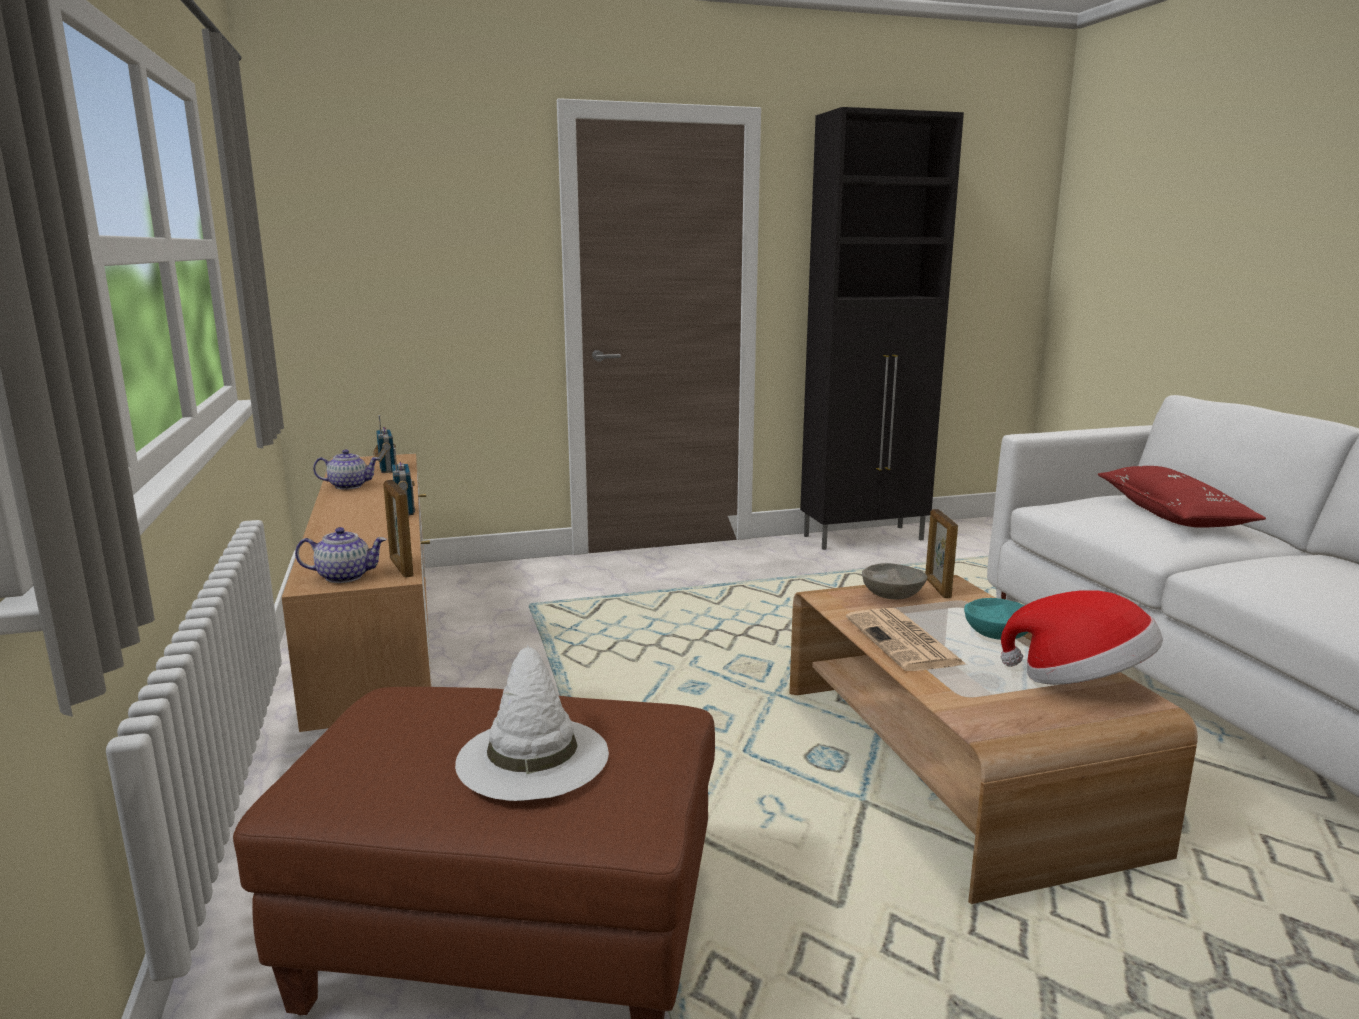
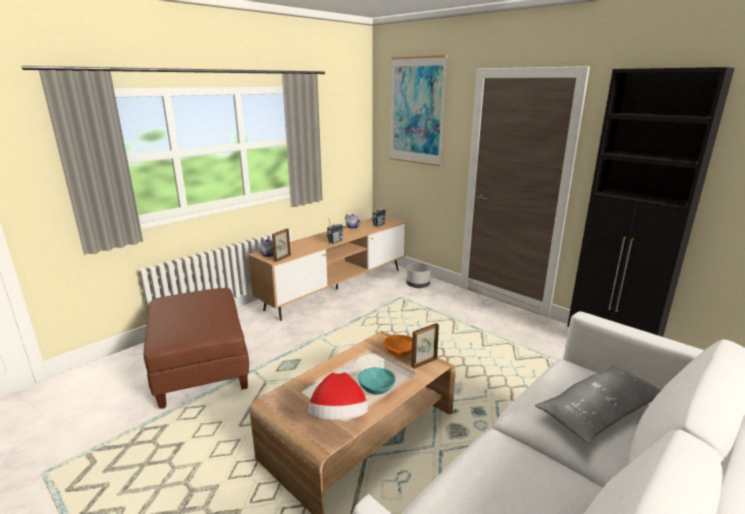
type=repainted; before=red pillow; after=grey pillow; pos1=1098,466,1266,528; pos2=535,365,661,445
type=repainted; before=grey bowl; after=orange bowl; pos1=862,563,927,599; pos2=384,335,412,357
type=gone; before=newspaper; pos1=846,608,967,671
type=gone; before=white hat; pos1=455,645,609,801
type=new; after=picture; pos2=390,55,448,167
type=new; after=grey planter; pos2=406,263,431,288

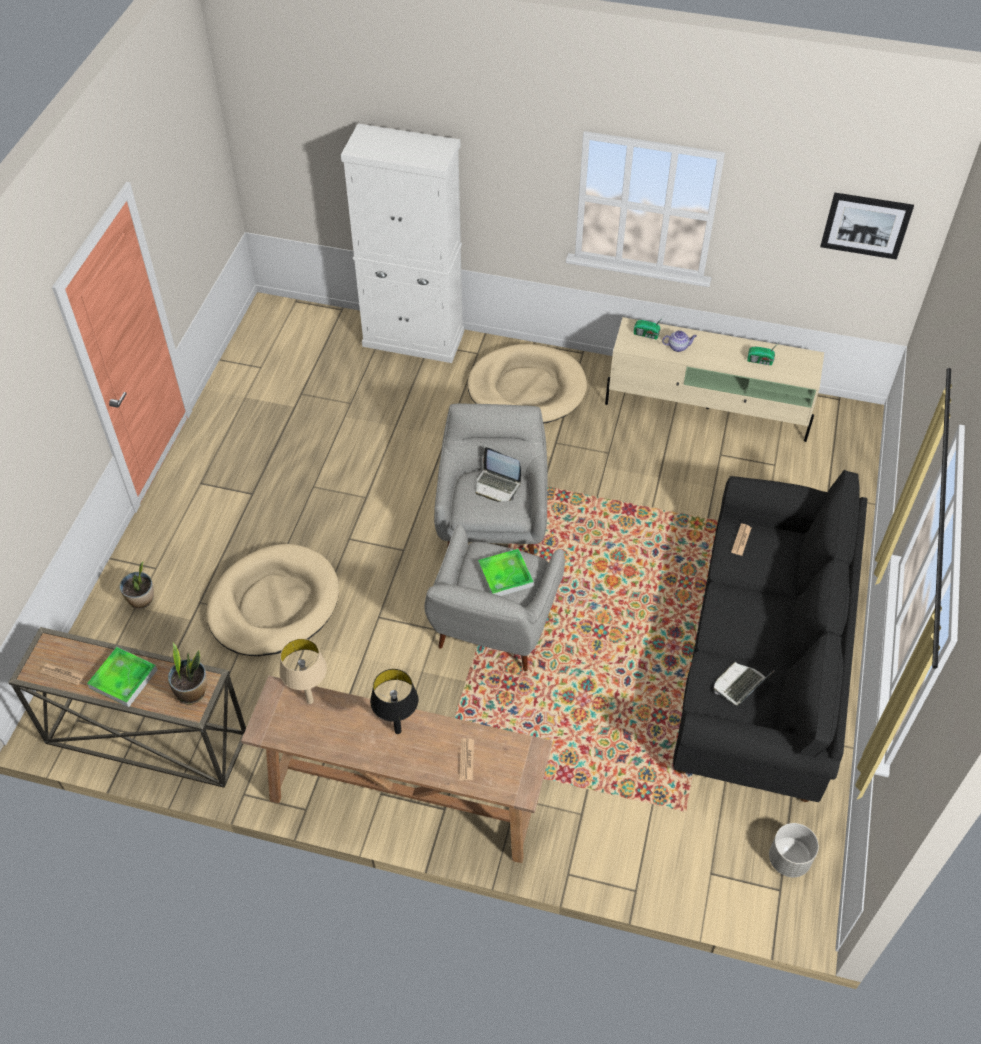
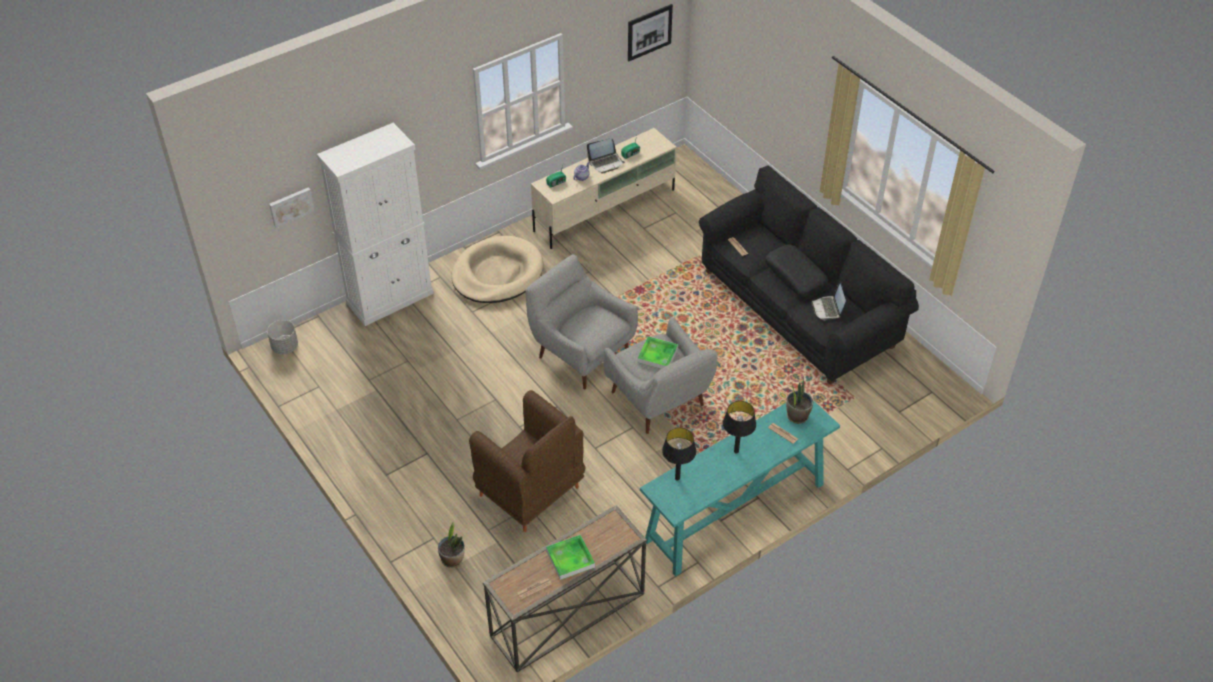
type=shifted; before=laptop; pos1=475,447,521,502; pos2=587,138,625,173
type=swapped; before=beige dog bed; after=brown armchair; pos1=206,544,339,656; pos2=469,390,585,532
type=repainted; before=beige table lamp; after=black table lamp; pos1=279,638,327,704; pos2=662,428,696,481
type=shifted; before=potted plant; pos1=168,643,207,705; pos2=786,378,813,424
type=repainted; before=brown console table; after=turquoise console table; pos1=241,676,553,863; pos2=640,400,840,576
type=shifted; before=grey planter; pos1=769,823,819,877; pos2=267,320,298,354
type=new; after=picture; pos2=269,187,315,228
type=new; after=black pillow; pos2=765,244,828,297

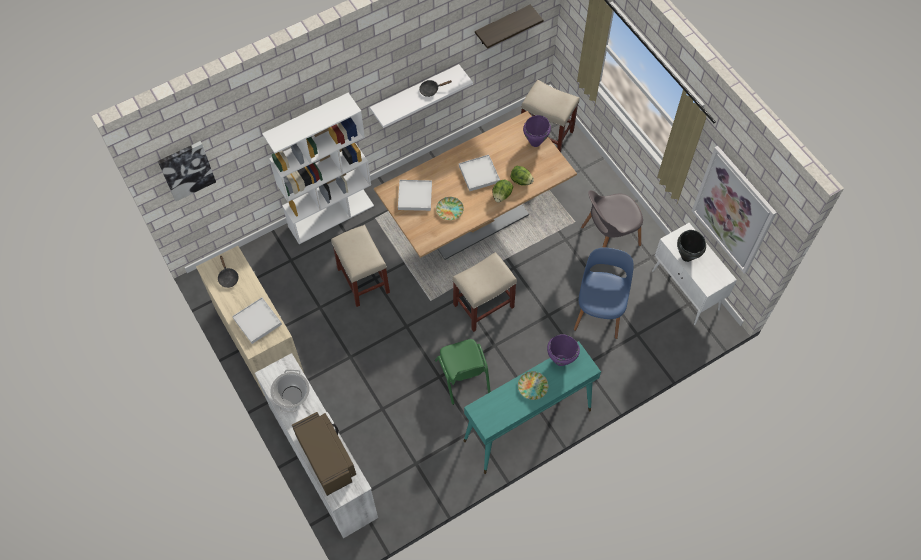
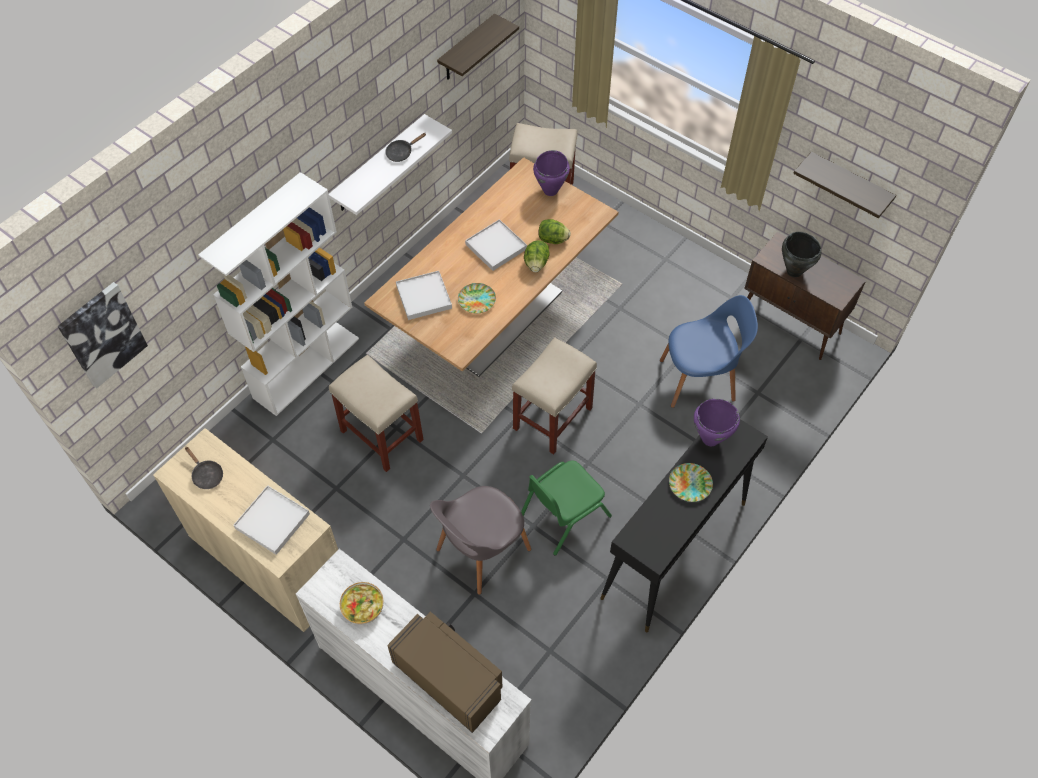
type=swapped; before=picture; after=shelf; pos1=692,146,777,274; pos2=793,152,896,218
type=shifted; before=grey chair; pos1=581,190,643,248; pos2=430,486,531,595
type=repainted; before=white cabinet; after=brown cabinet; pos1=652,223,737,325; pos2=744,232,866,360
type=rotated; before=blue chair; pos1=574,248,634,339; pos2=660,295,758,408; turn=90
type=rotated; before=green chair; pos1=435,339,491,405; pos2=521,460,612,556; turn=90
type=repainted; before=turquoise console table; after=black console table; pos1=464,341,601,474; pos2=600,419,768,632
type=swapped; before=cooking pot; after=bowl; pos1=270,370,310,412; pos2=340,582,384,624

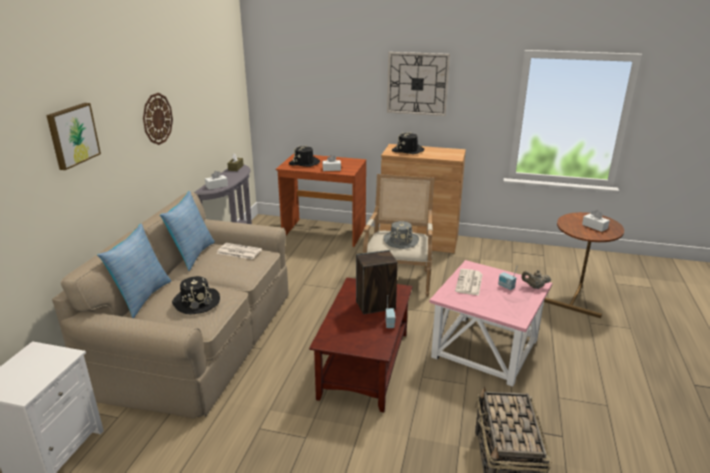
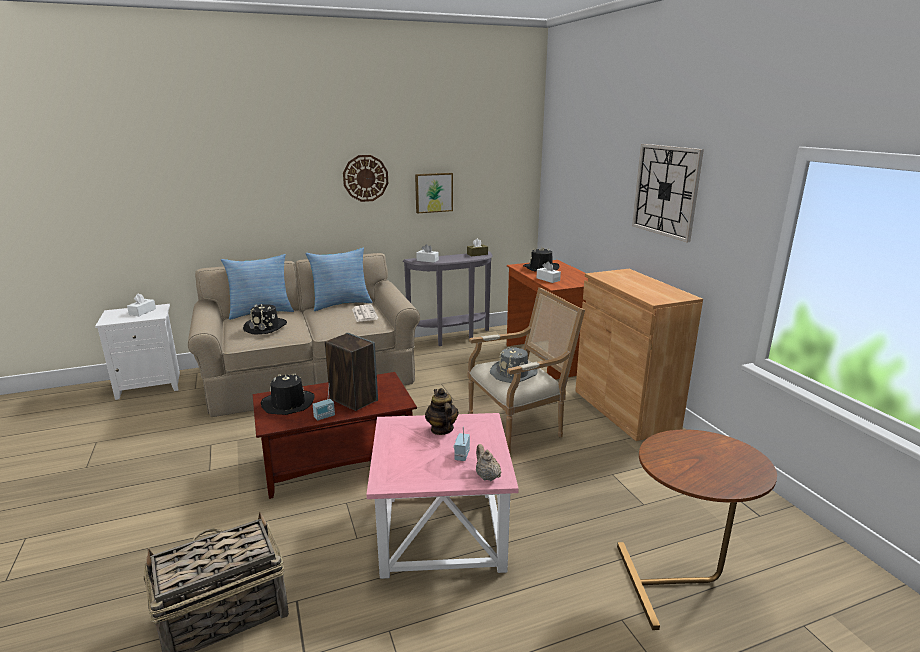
type=shifted; before=picture; pos1=46,103,101,170; pos2=415,173,453,213
type=shifted; before=black hat; pos1=392,132,424,154; pos2=261,373,315,415
type=shifted; before=white tissue box; pos1=582,210,610,232; pos2=127,293,156,316
type=swapped; before=newspaper; after=teapot; pos1=455,269,483,296; pos2=425,388,458,435

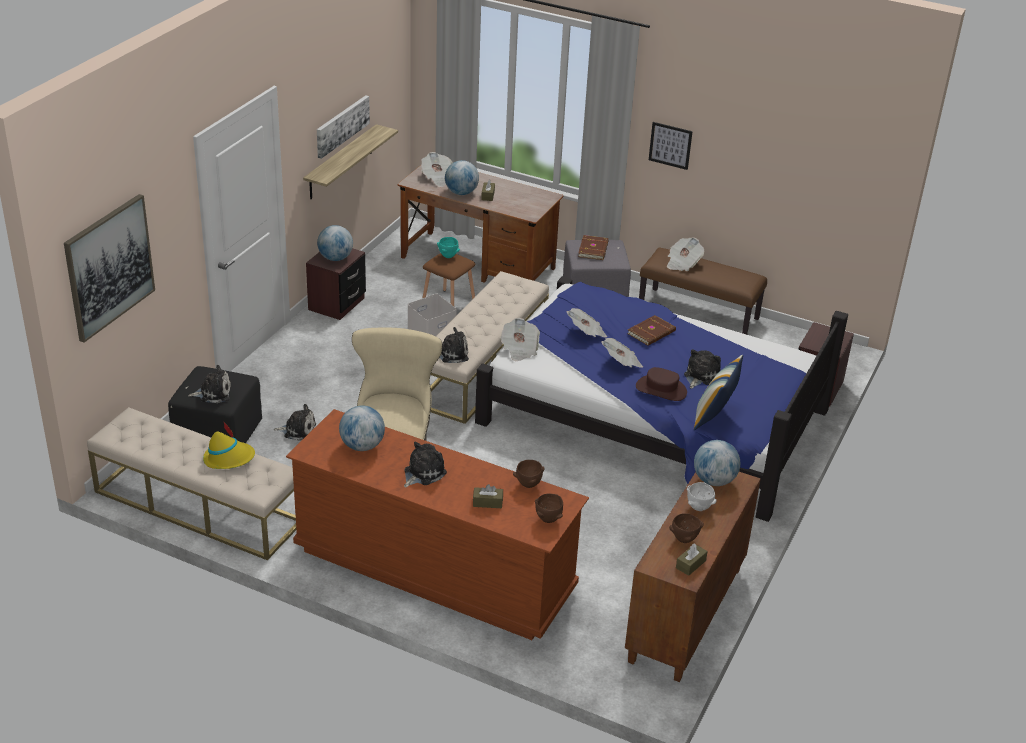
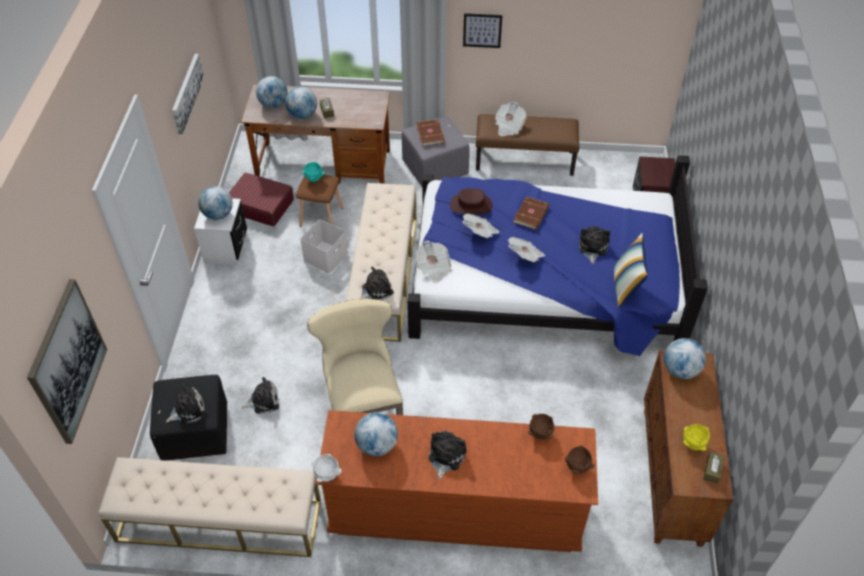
type=gone; before=shelf; pos1=303,124,398,199
type=swapped; before=newspaper; after=globe; pos1=421,152,453,187; pos2=256,76,288,108
type=repainted; before=brown nightstand; after=white nightstand; pos1=306,248,366,320; pos2=194,198,247,265
type=shifted; before=brown hat; pos1=636,367,687,401; pos2=450,188,493,214
type=gone; before=yellow hat; pos1=203,421,255,469
type=shifted; before=white bowl; pos1=687,482,717,511; pos2=311,454,342,482
type=gone; before=brown tissue box; pos1=473,484,503,508
type=repainted; before=brown bowl; after=yellow bowl; pos1=669,513,704,543; pos2=683,424,710,451
type=new; after=red suitcase; pos2=229,173,294,226

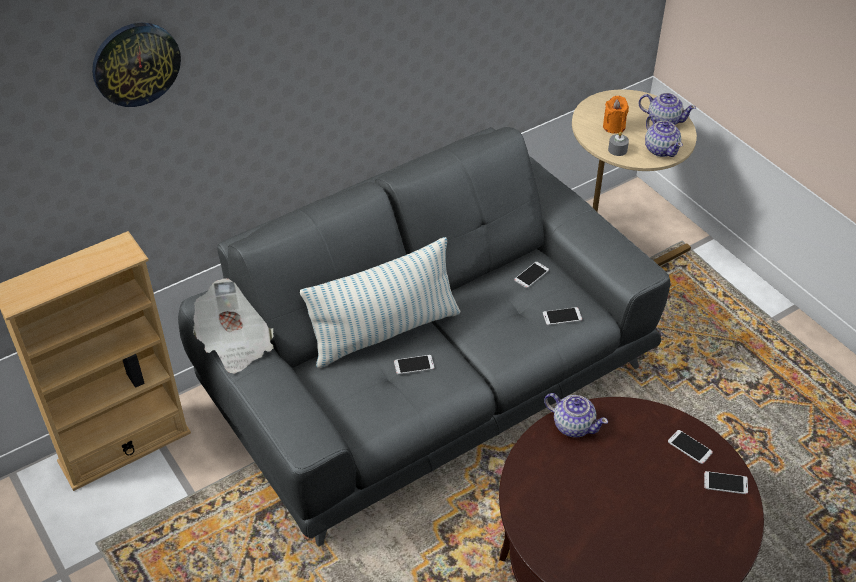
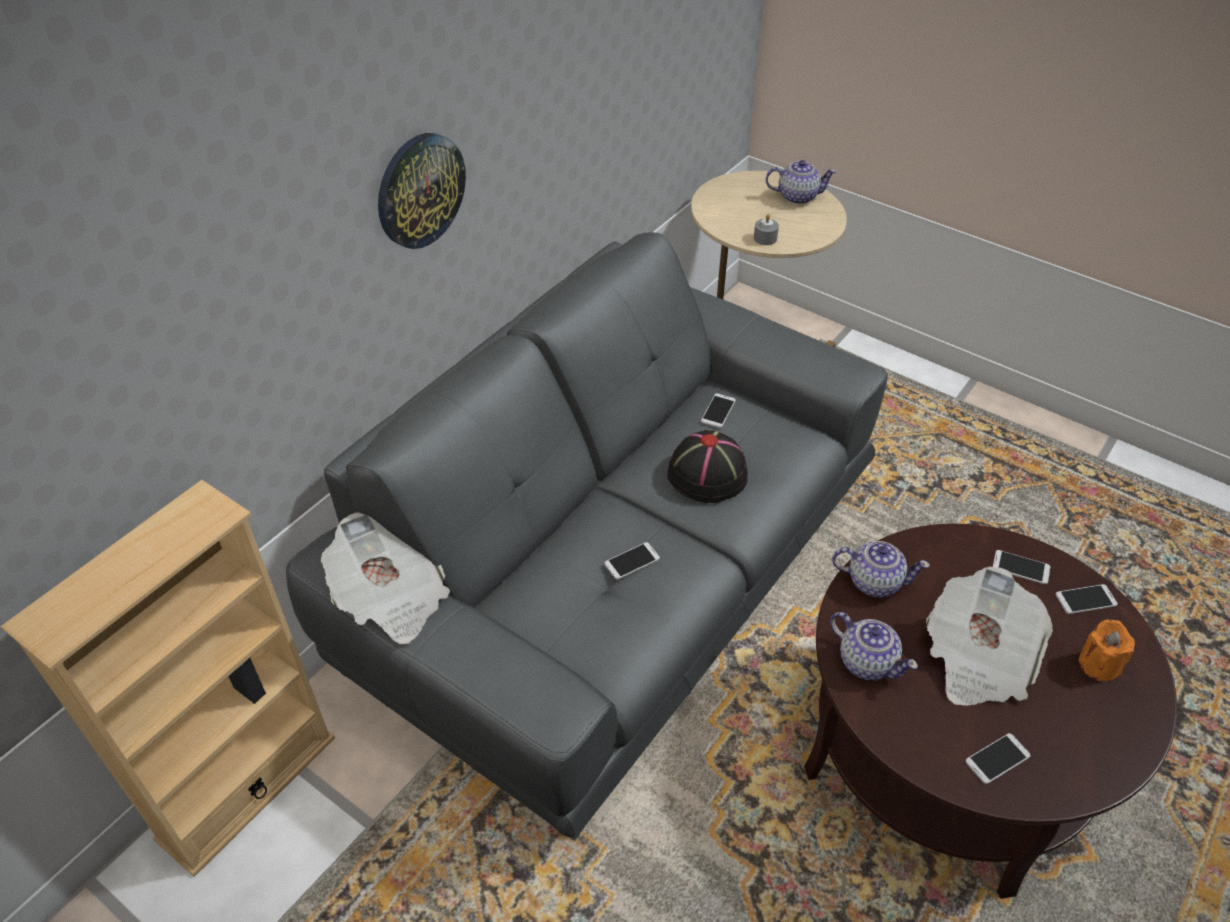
type=shifted; before=wall clock; pos1=92,23,181,107; pos2=378,133,466,249
type=shifted; before=orange candle; pos1=603,96,629,134; pos2=1079,619,1135,681
type=shifted; before=teapot; pos1=645,115,683,157; pos2=830,612,918,681
type=gone; before=pillow; pos1=300,237,461,368
type=shifted; before=phone; pos1=543,307,582,325; pos2=965,733,1031,784
type=new; after=black hat; pos2=668,430,748,503
type=new; after=newspaper; pos2=926,567,1053,706

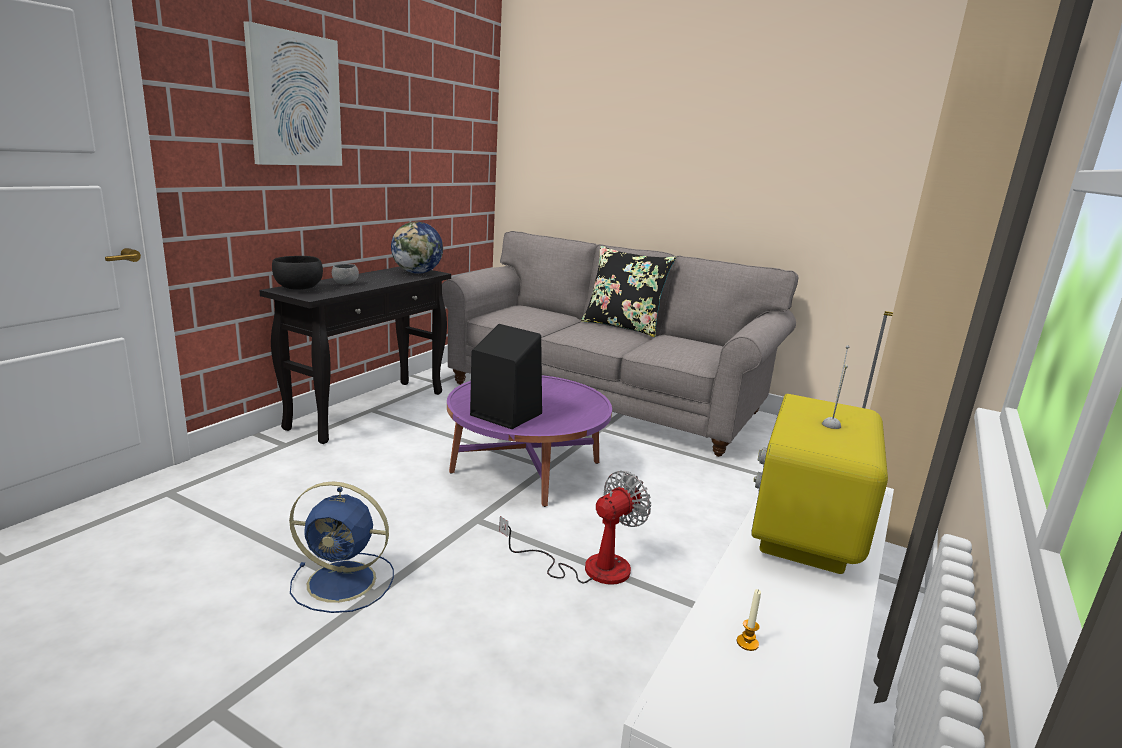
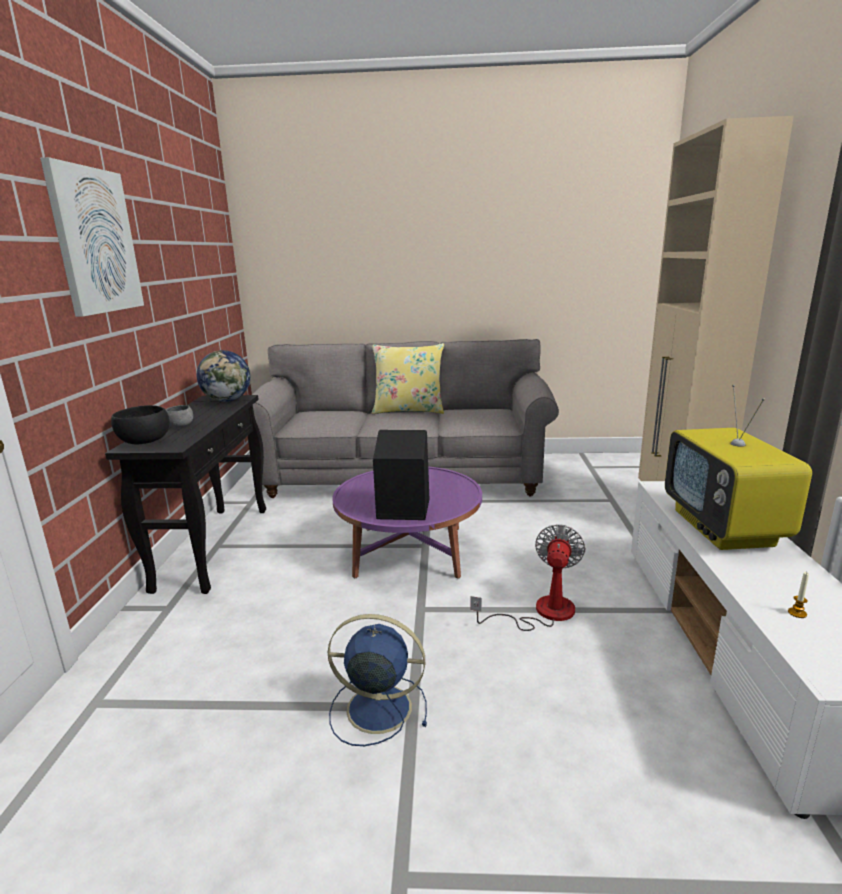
type=repainted; before=black pillow; after=yellow pillow; pos1=581,246,676,337; pos2=372,343,444,414
type=rotated; before=blue fan; pos1=289,482,394,613; pos2=328,614,427,746; turn=-150

